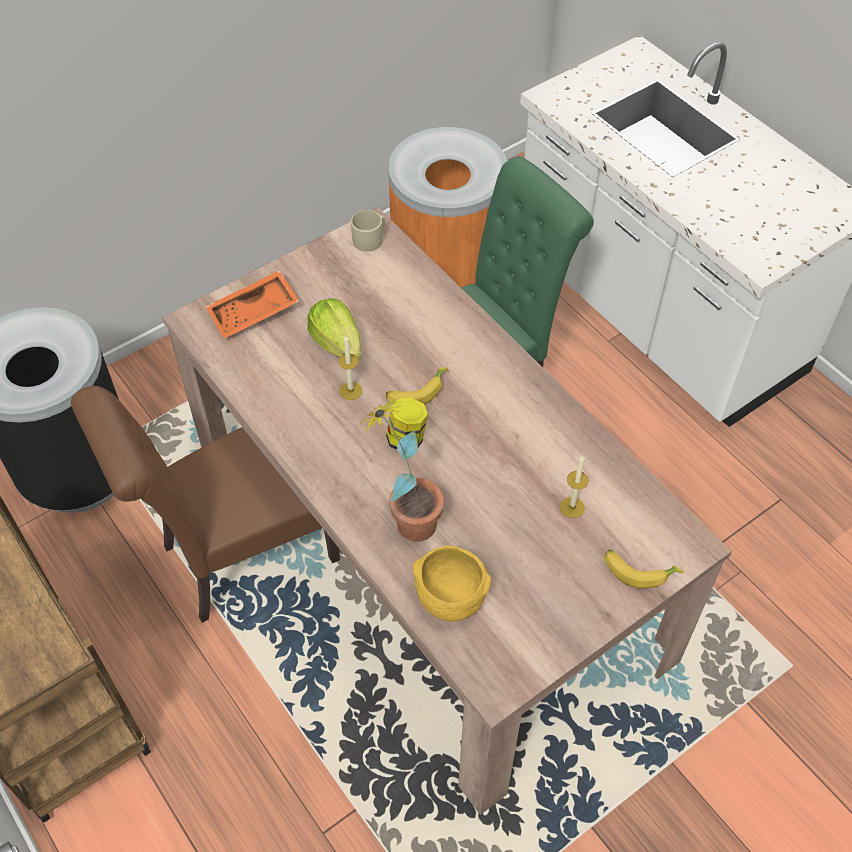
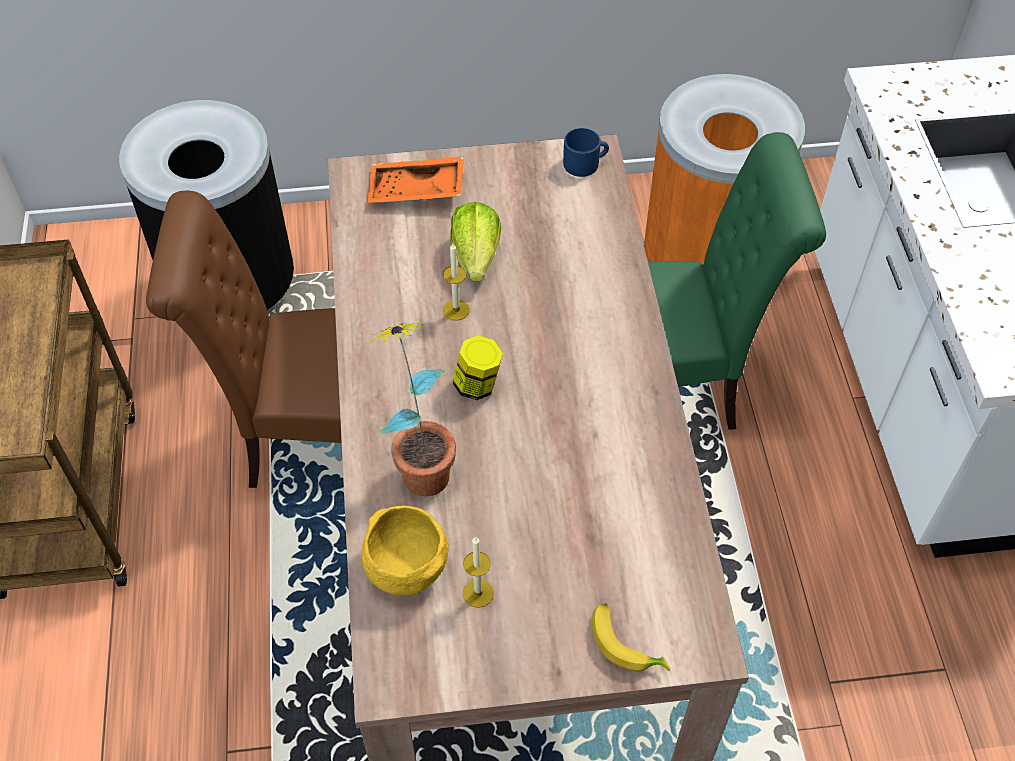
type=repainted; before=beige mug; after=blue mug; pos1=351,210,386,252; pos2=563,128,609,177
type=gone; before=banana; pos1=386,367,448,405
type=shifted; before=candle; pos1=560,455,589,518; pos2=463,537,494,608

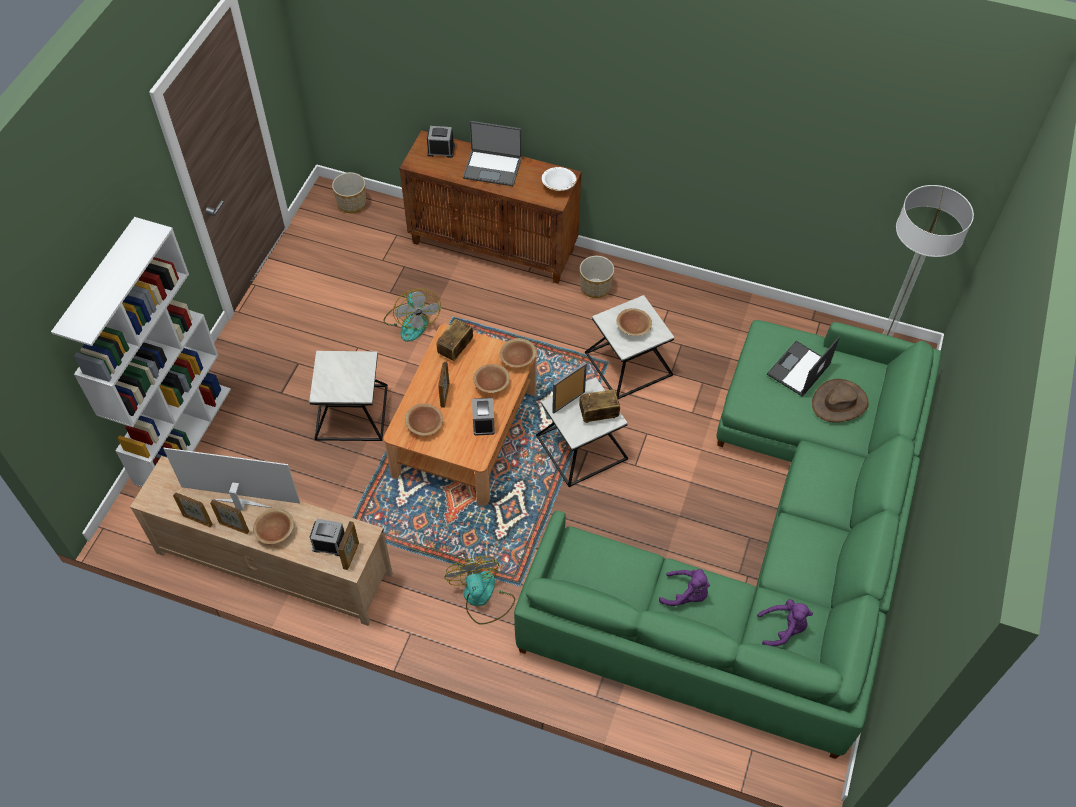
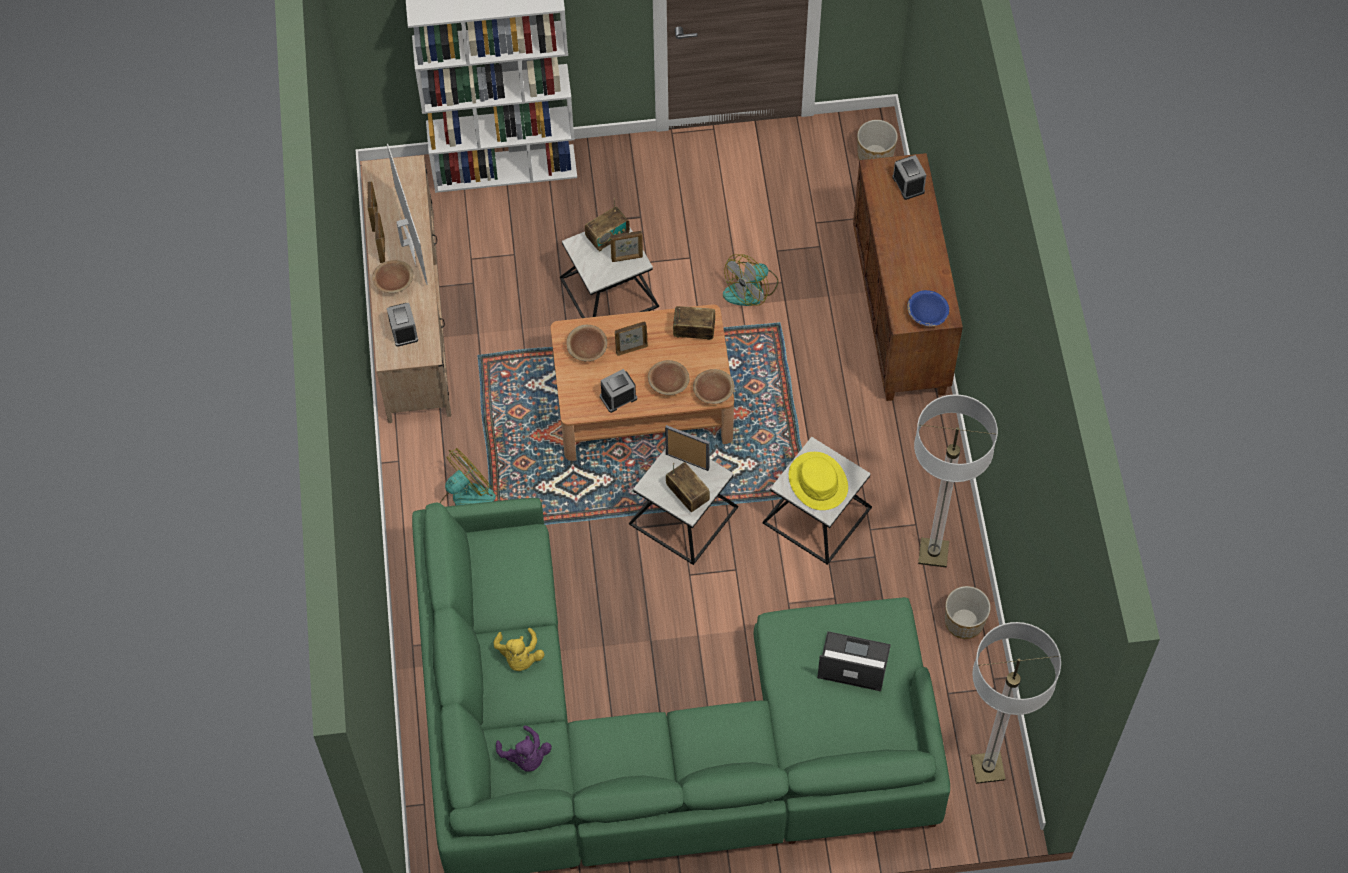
type=gone; before=laptop; pos1=463,121,522,186
type=repainted; before=white bowl; after=blue bowl; pos1=542,167,577,191; pos2=907,290,949,327
type=shifted; before=planter; pos1=580,256,614,298; pos2=945,586,991,639
type=swapped; before=brown bowl; after=yellow hat; pos1=617,308,652,336; pos2=789,452,848,510
type=gone; before=brown hat; pos1=812,379,869,422
type=shifted; before=picture frame; pos1=338,521,359,570; pos2=610,231,643,262
type=repainted; before=purple plush toy; after=yellow plush toy; pos1=659,569,710,606; pos2=494,628,544,671
type=new; after=radio; pos2=585,198,630,251
type=new; after=floor lamp; pos2=914,394,998,567

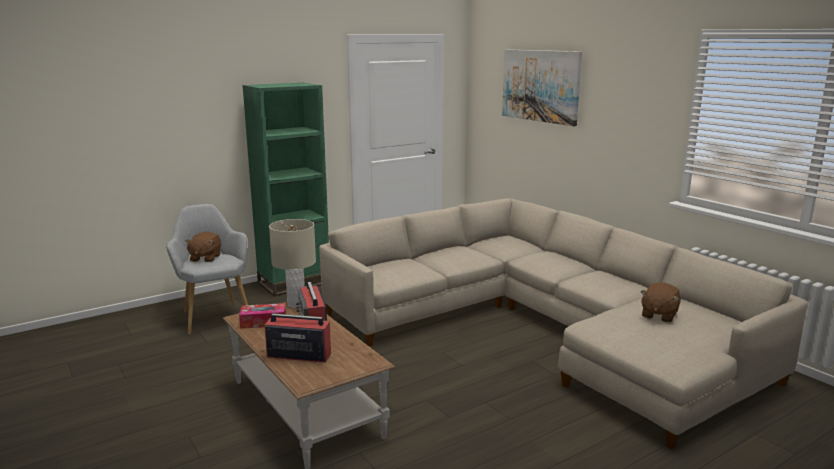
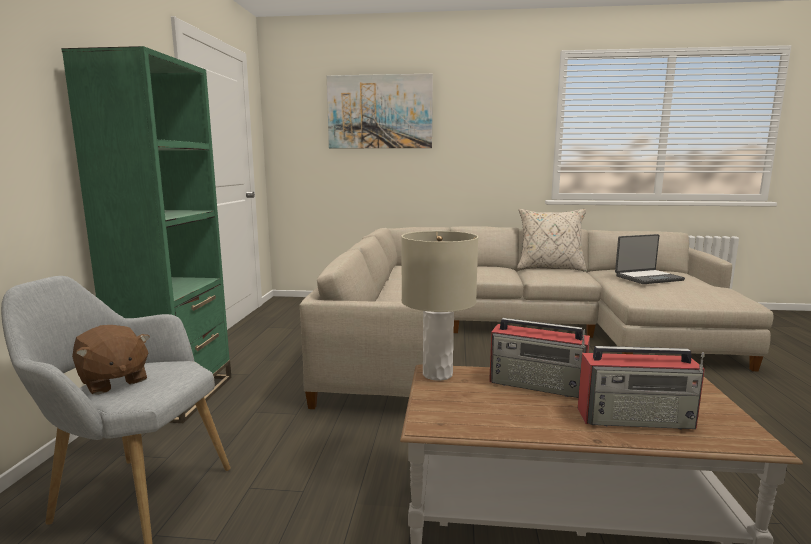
type=swapped; before=brown plush toy; after=laptop; pos1=640,283,681,323; pos2=615,234,685,284
type=gone; before=tissue box; pos1=239,303,286,329
type=rotated; before=radio; pos1=264,307,331,363; pos2=578,346,705,430; turn=-135
type=new; after=beige pillow; pos2=517,209,587,272

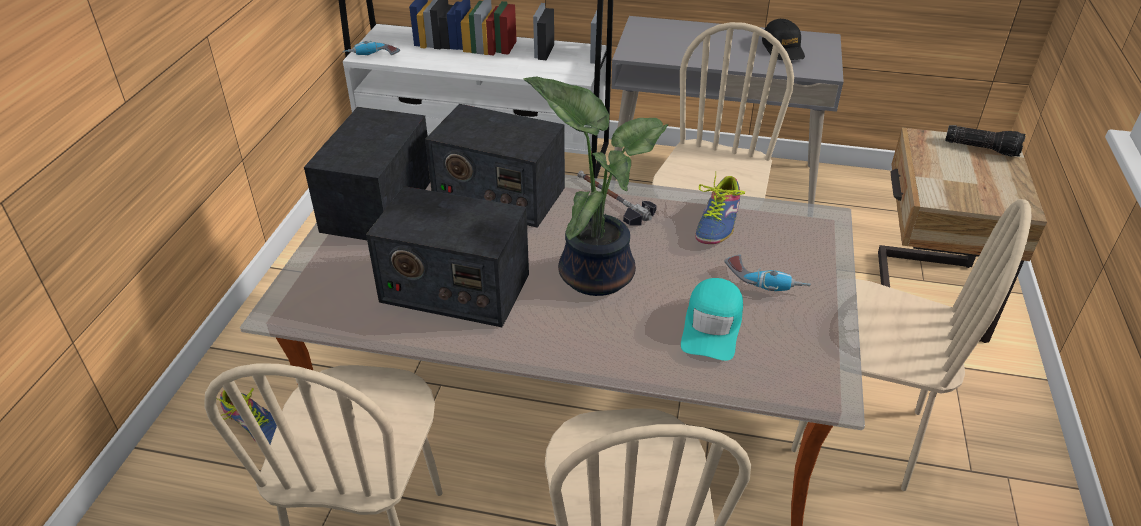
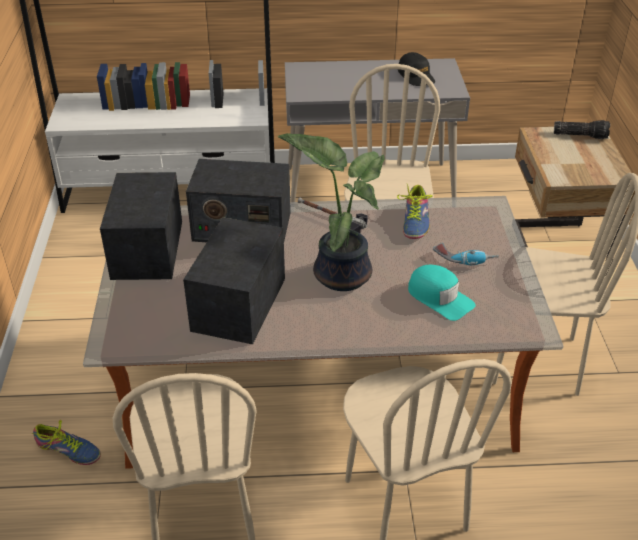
type=gone; before=power drill; pos1=343,41,400,55
type=rotated; before=radio; pos1=366,186,529,327; pos2=183,217,285,344; turn=105
type=rotated; before=turquoise cap; pos1=681,278,743,361; pos2=408,265,476,321; turn=-45

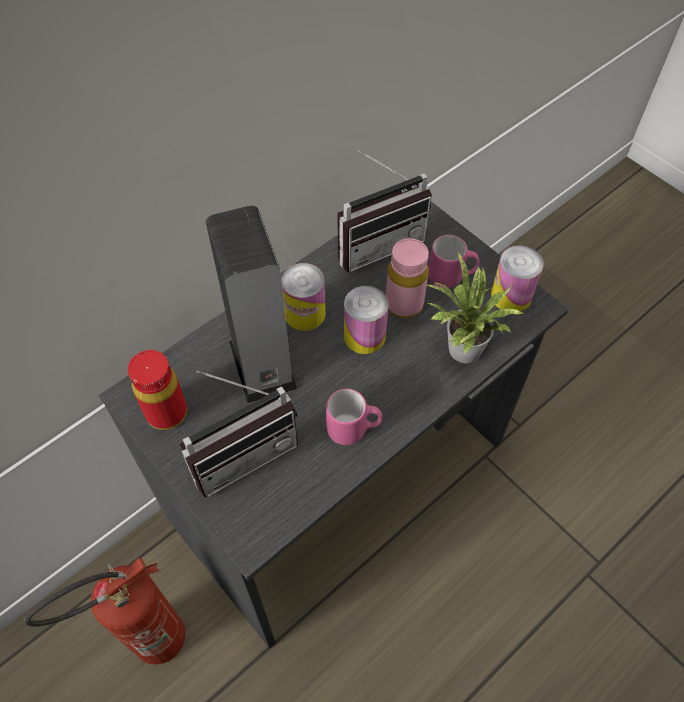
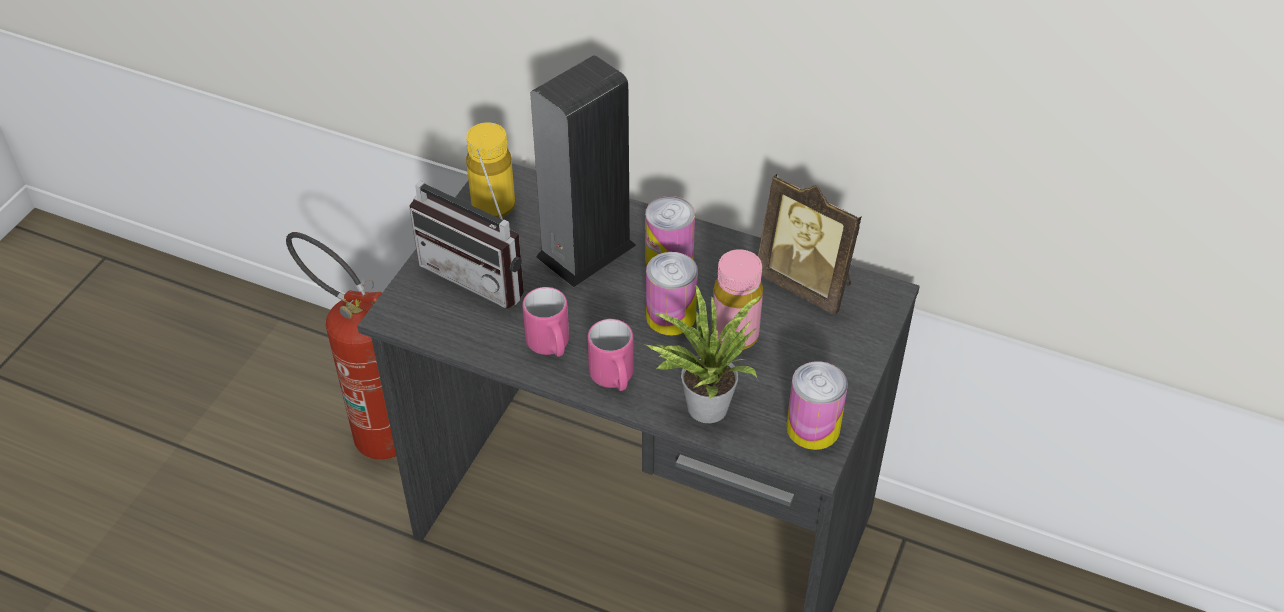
type=swapped; before=radio; after=picture frame; pos1=338,150,432,272; pos2=758,174,862,315
type=shifted; before=pink mug; pos1=428,235,479,288; pos2=587,319,634,391
type=repainted; before=red bottle; after=yellow bottle; pos1=128,350,187,430; pos2=466,122,515,218

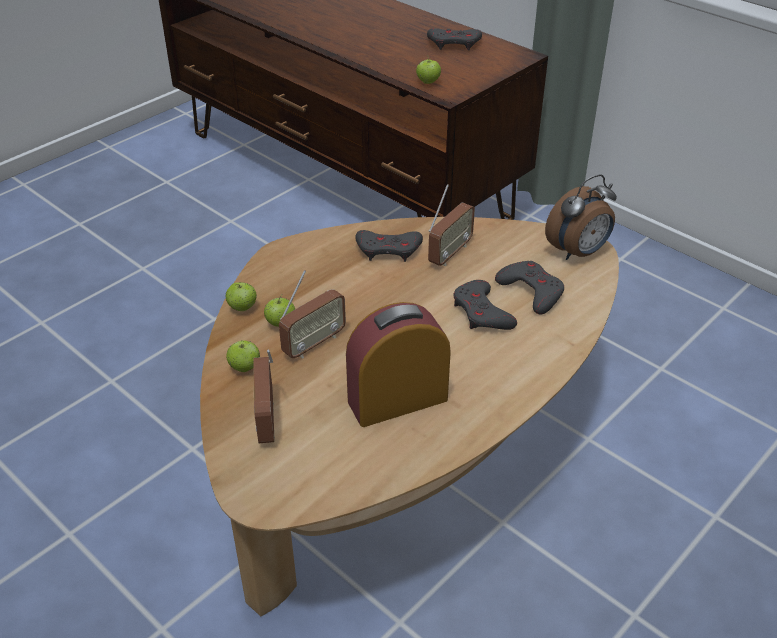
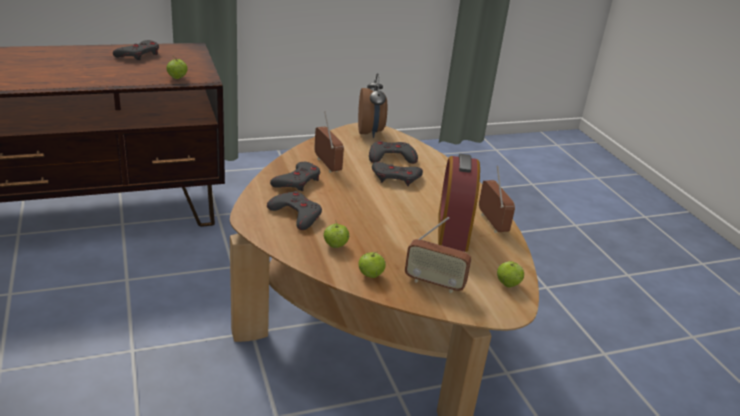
type=shifted; before=radio; pos1=279,270,346,358; pos2=479,166,515,233
type=shifted; before=apple; pos1=226,282,257,311; pos2=497,261,524,288
type=new; after=grey game controller; pos2=267,191,322,230

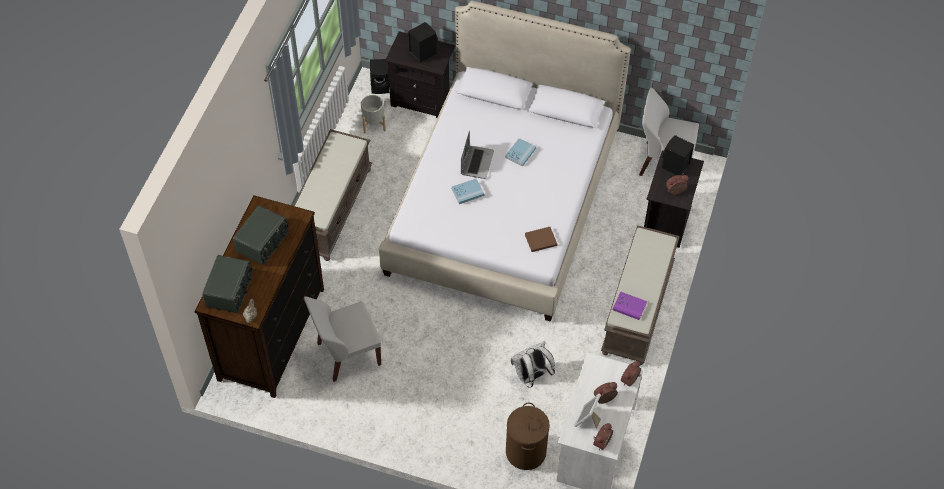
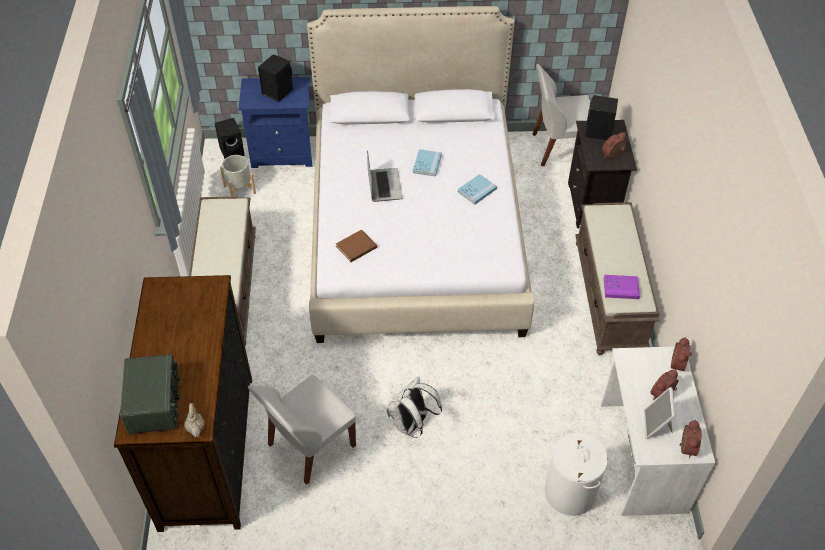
type=repainted; before=black nightstand; after=blue nightstand; pos1=385,31,455,118; pos2=238,77,312,168
type=shifted; before=blue book; pos1=451,179,484,204; pos2=458,174,497,205
type=gone; before=radio; pos1=233,205,289,265
type=shifted; before=brown book; pos1=525,227,557,252; pos2=336,229,377,262
type=shifted; before=white backpack; pos1=511,341,555,388; pos2=386,376,442,438
type=repainted; before=brown laundry basket; after=white laundry basket; pos1=506,402,550,470; pos2=545,430,608,516

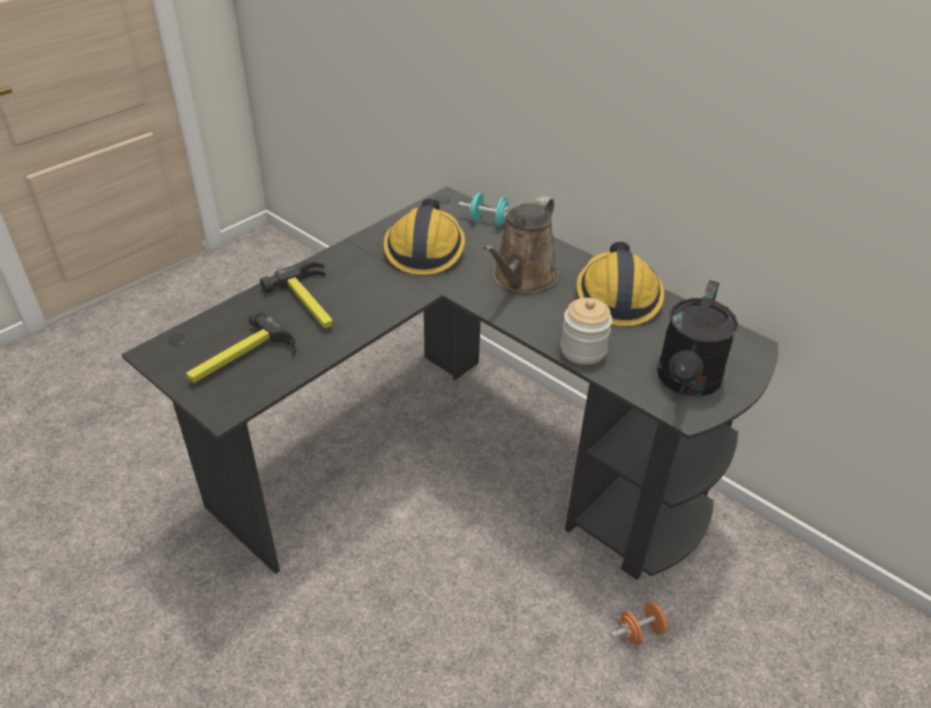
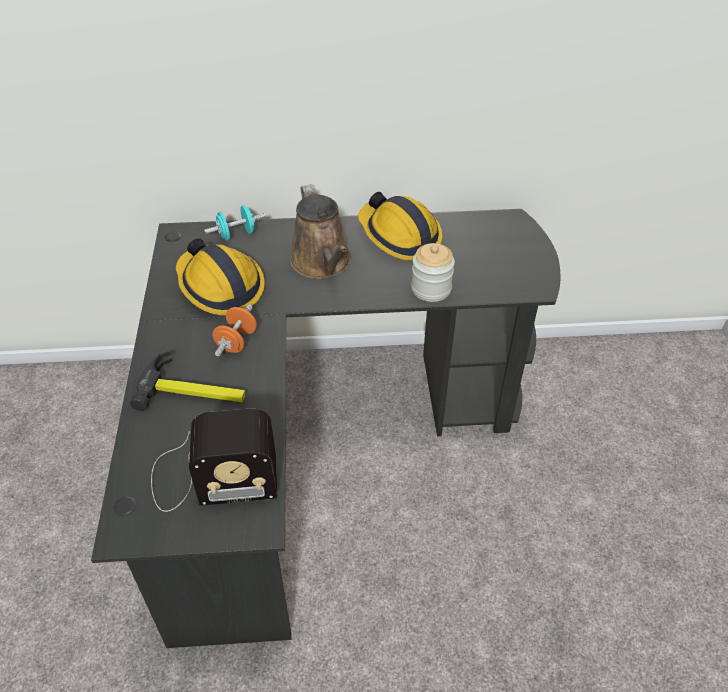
type=gone; before=black watering can; pos1=657,280,738,397
type=swapped; before=hammer; after=radio; pos1=186,310,296,383; pos2=151,408,277,512
type=shifted; before=orange dumbbell; pos1=610,601,675,645; pos2=212,305,257,356

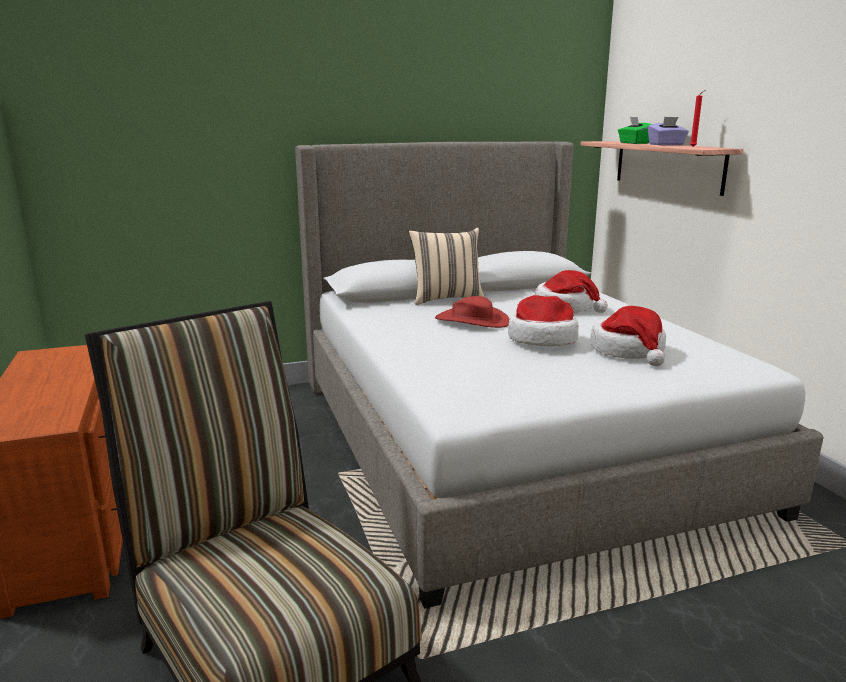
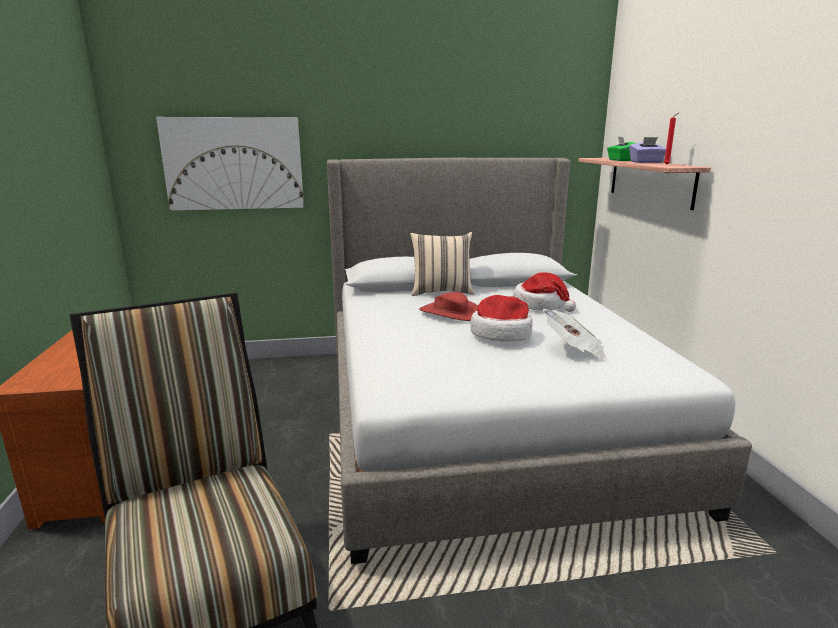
type=swapped; before=hat; after=newspaper; pos1=590,306,666,366; pos2=543,309,607,359
type=new; after=picture; pos2=156,117,304,210

